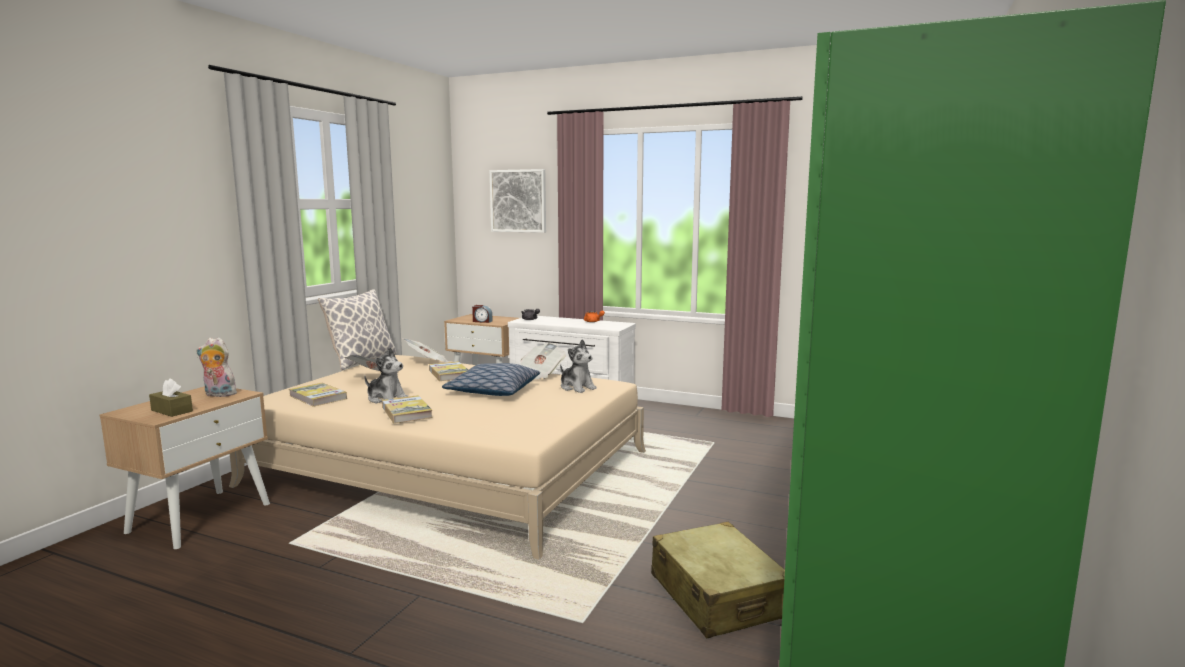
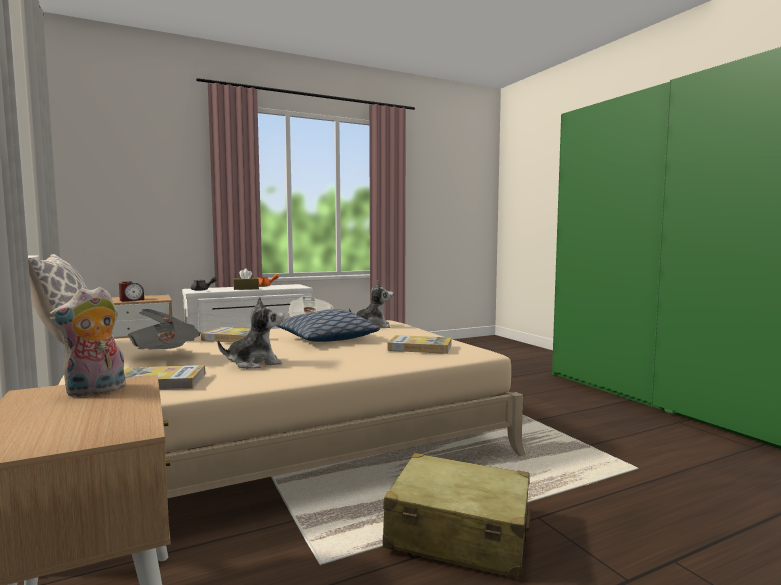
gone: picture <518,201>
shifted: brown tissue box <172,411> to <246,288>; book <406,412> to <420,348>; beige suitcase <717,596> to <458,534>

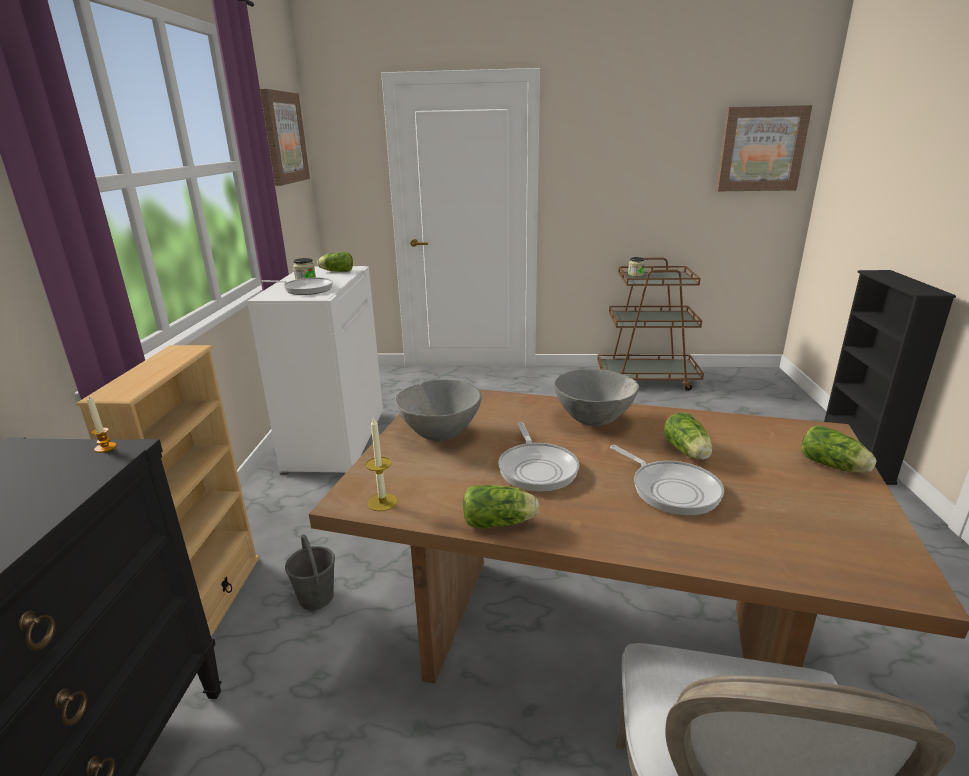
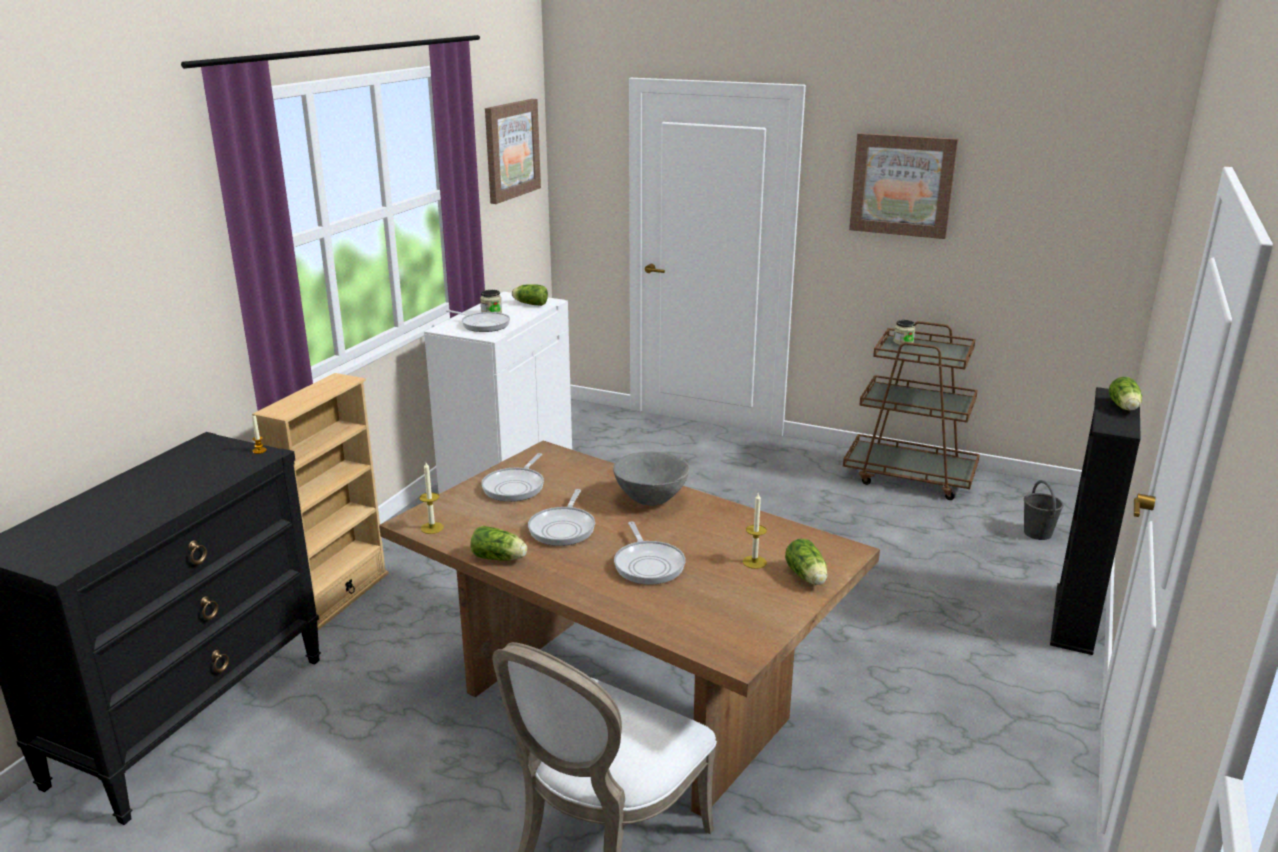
new: candle <754,562>
shifted: grey bucket <316,598> to <1038,533>; lettuce <687,452> to <1124,408>; picture <761,149> to <902,185>
swapped: grey bowl <440,434> to frying pan <515,487>

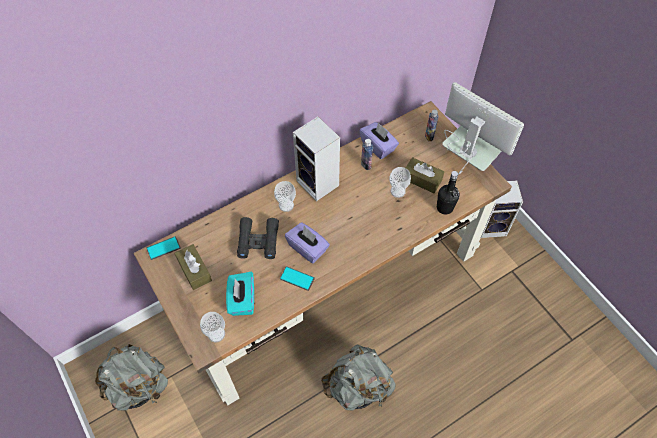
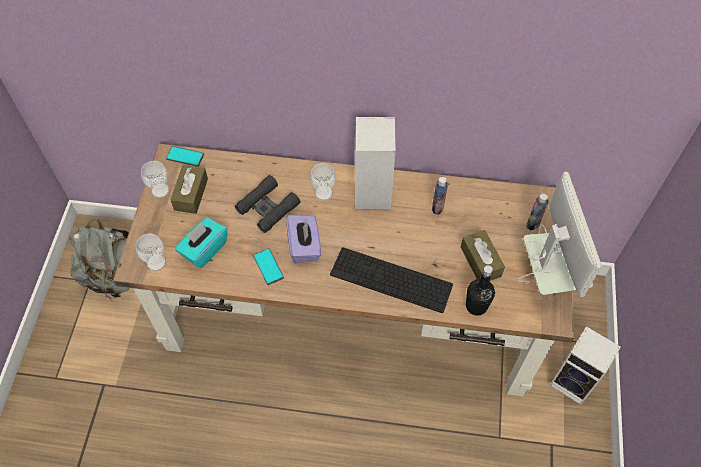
gone: grey backpack <358,387>; purple tissue box <378,146>
new: keyboard <391,279>
shifted: cup <398,191> to <160,190>

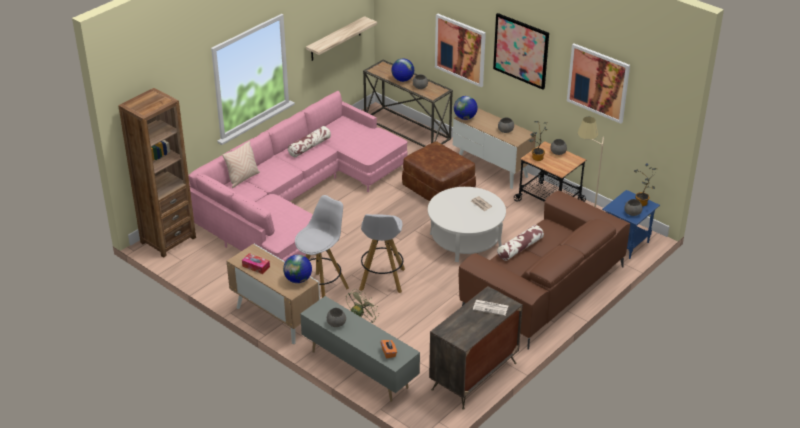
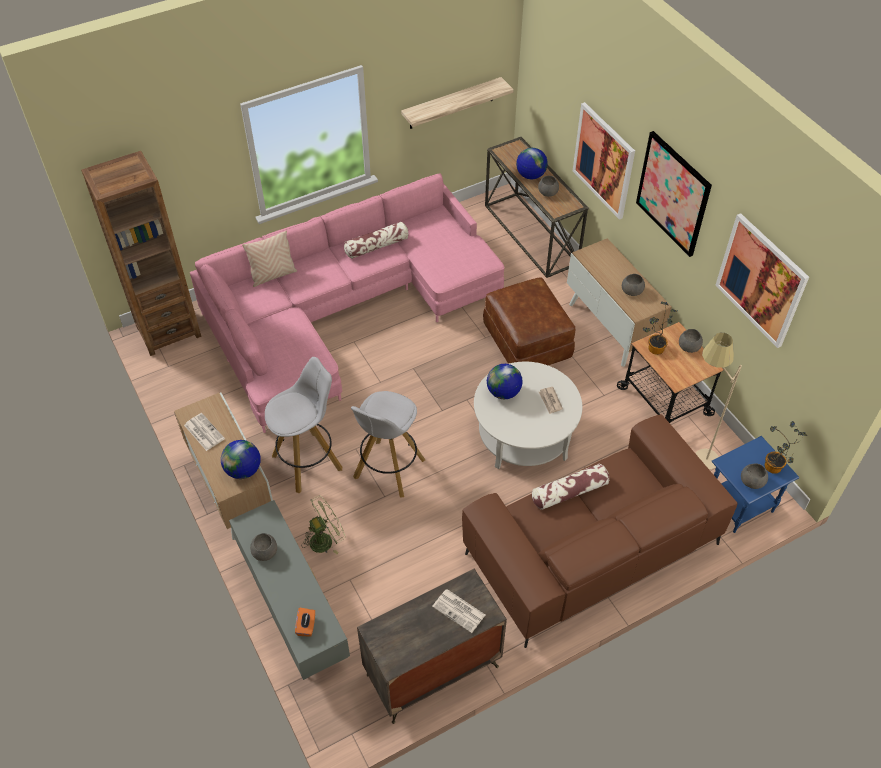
shifted: globe <465,118> to <503,392>
swapped: tissue box <256,266> to newspaper <203,432>

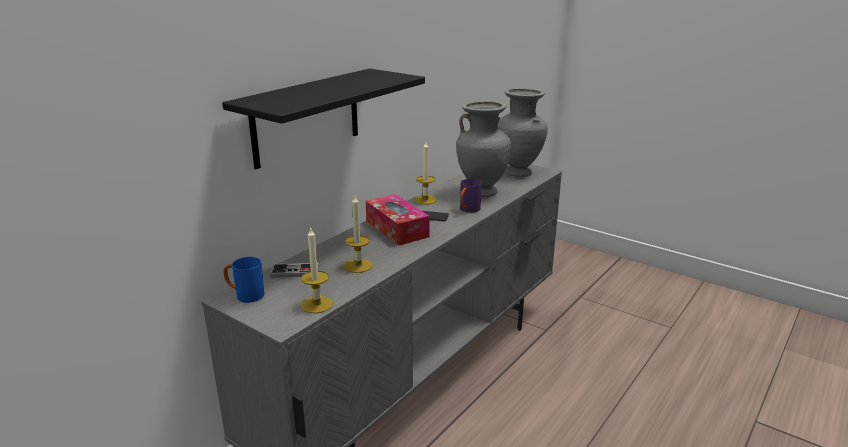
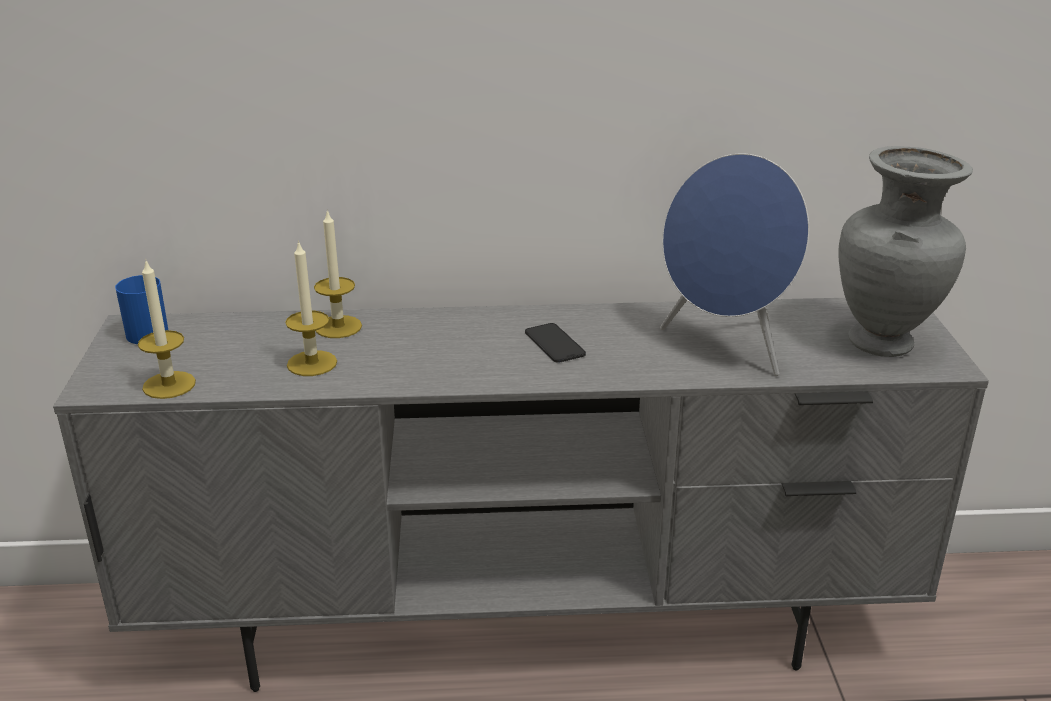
gone: black shelf <306,117>; game controller <295,272>; tissue box <397,229>; purple mug <468,210>
shifted: candle <425,200> to <338,327>
swapped: grey vase <482,192> to blue speaker <726,346>

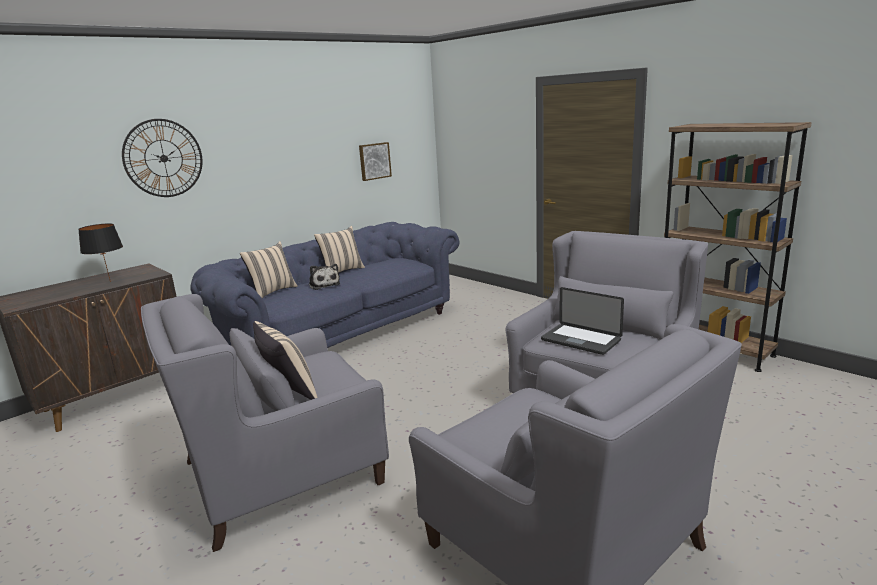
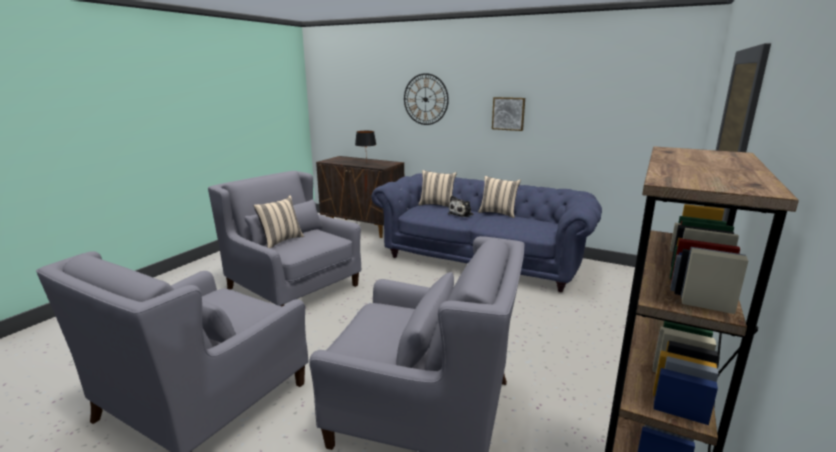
gone: laptop <580,340>
shifted: picture <374,161> to <508,113>

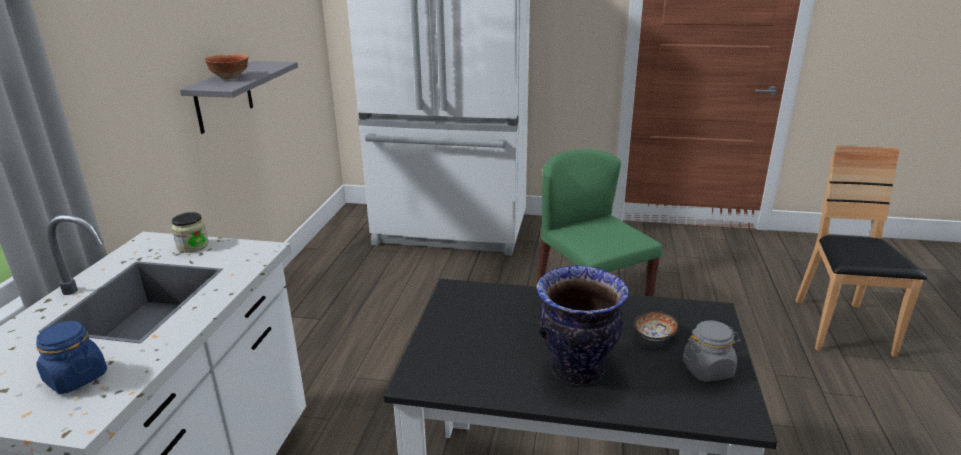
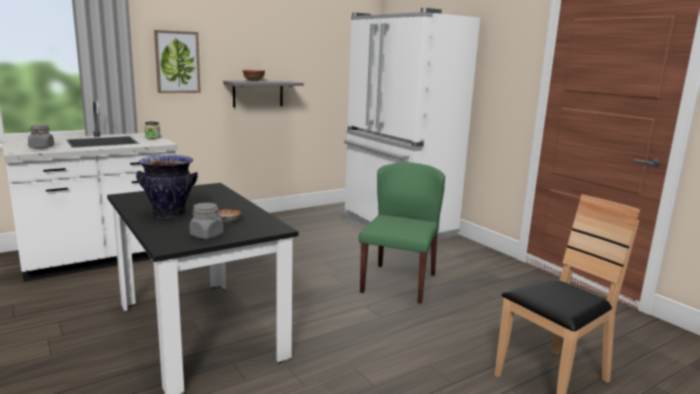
new: picture <177,62>
repainted: blue jar <76,378> to grey jar <41,147>

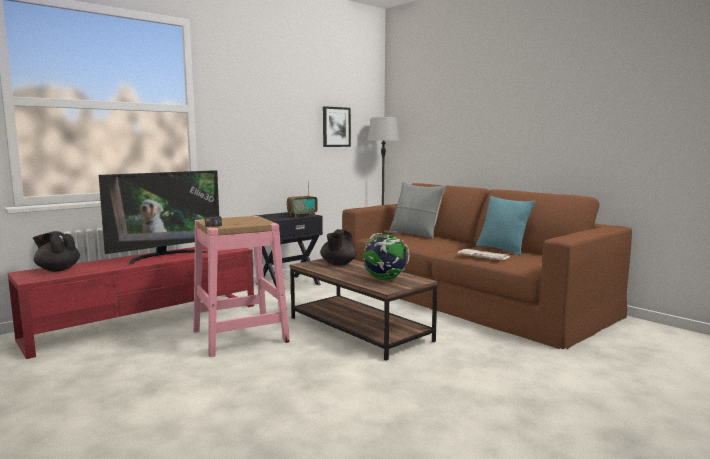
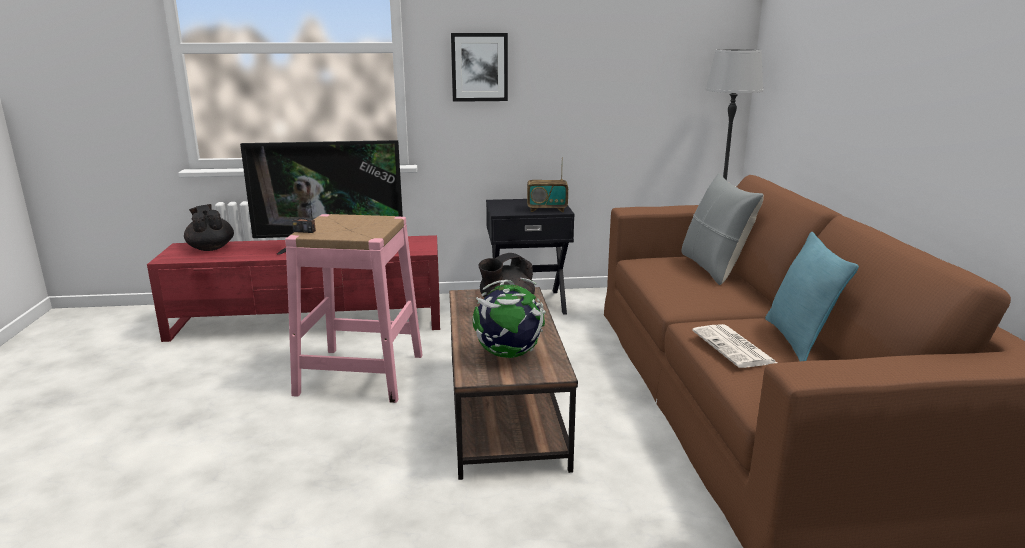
shifted: picture <336,127> to <479,67>

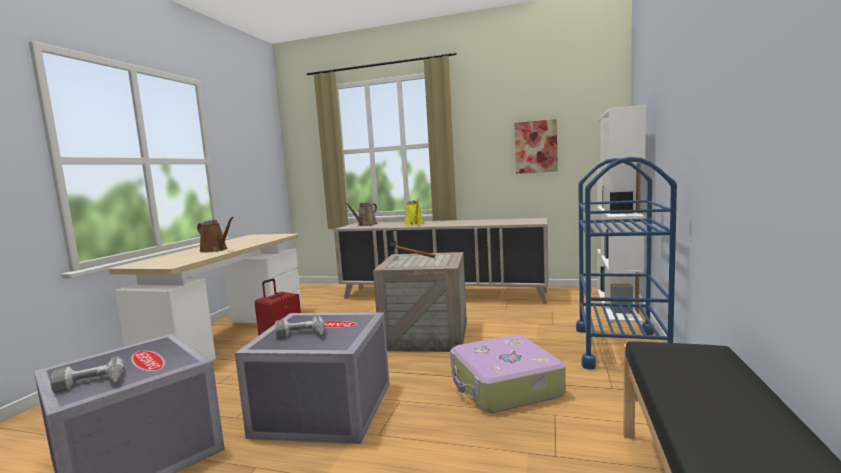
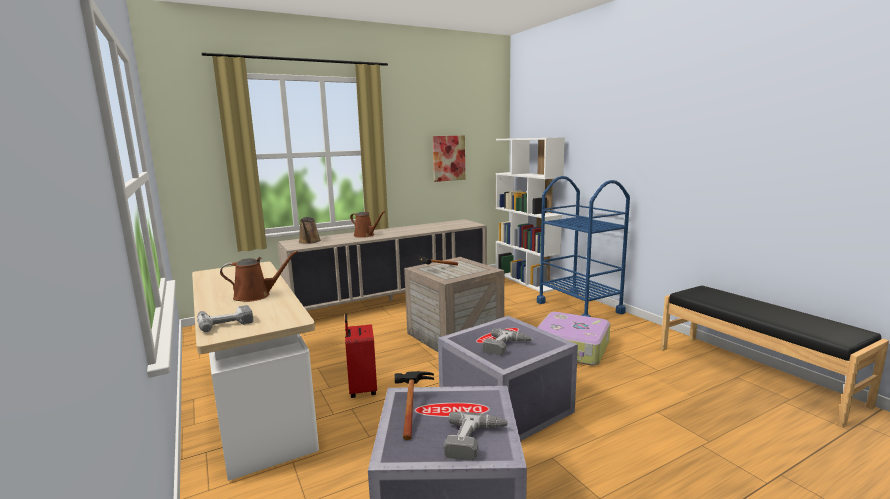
new: power drill <224,322>; hammer <411,409>
repainted: yellow watering can <414,224> to brown watering can <365,235>

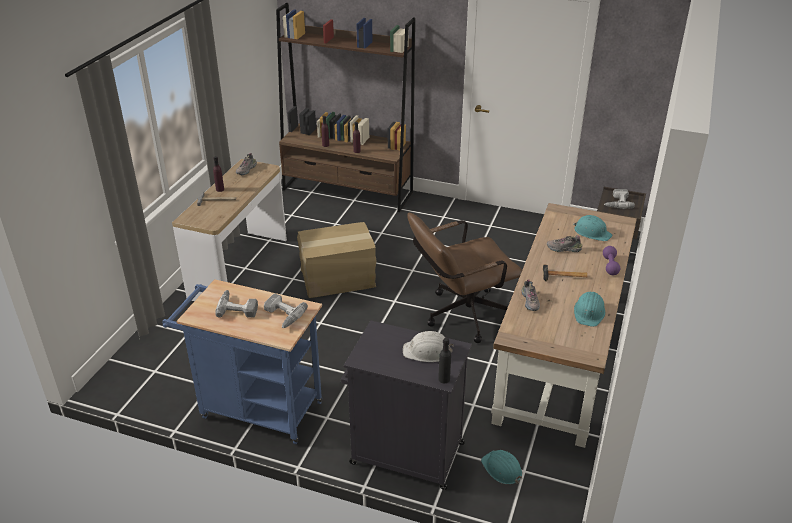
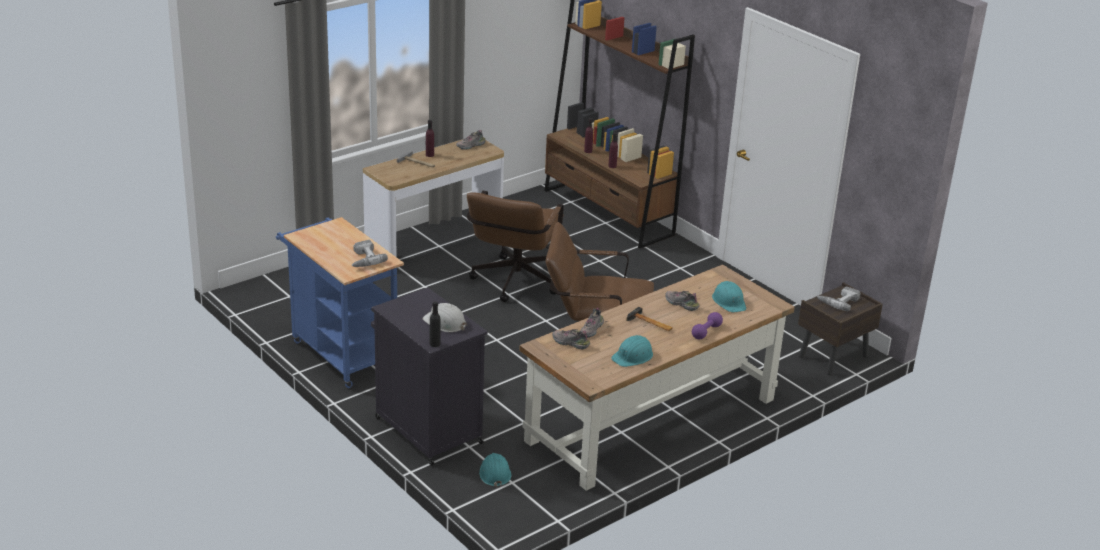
gone: power drill <238,307>
new: shoe <569,343>
swapped: cardboard box <338,279> to brown office chair <513,284>

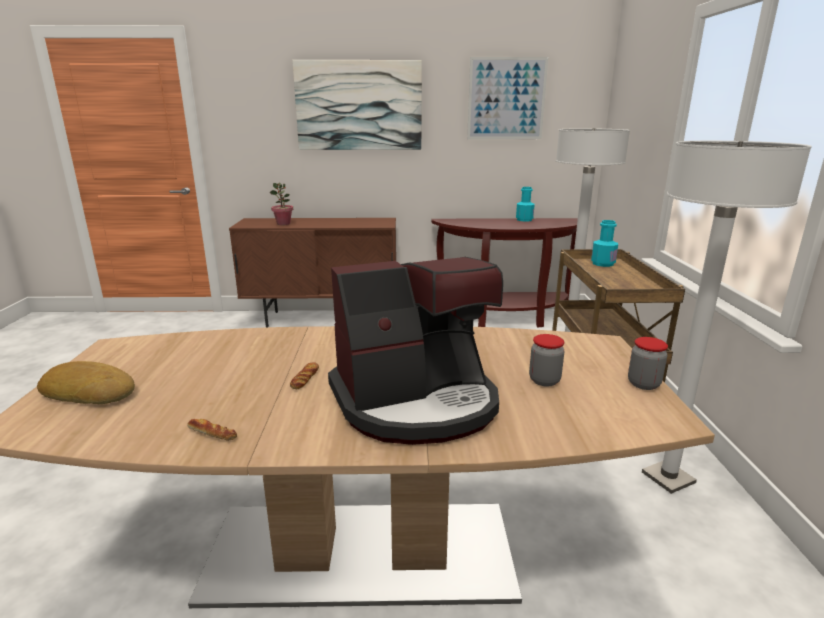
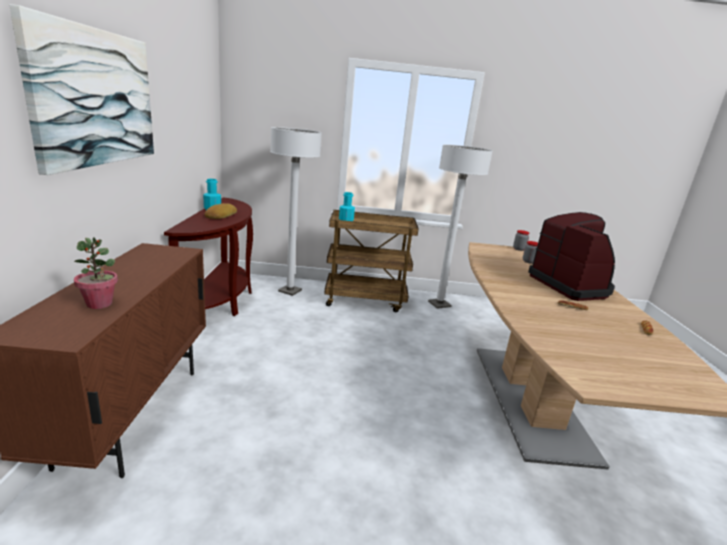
gone: picture <506,99>
shifted: bread <90,391> to <220,215>

